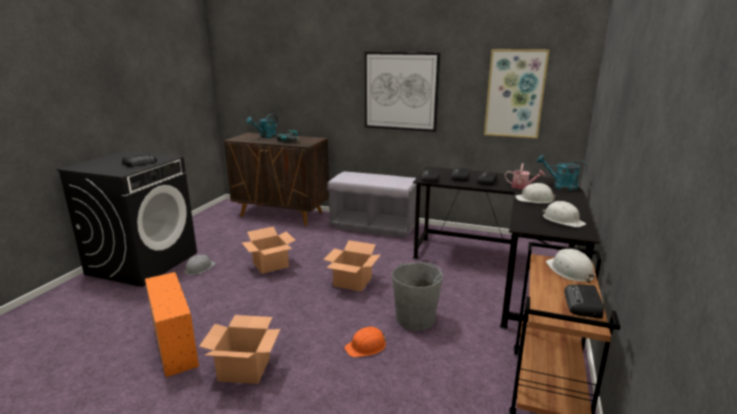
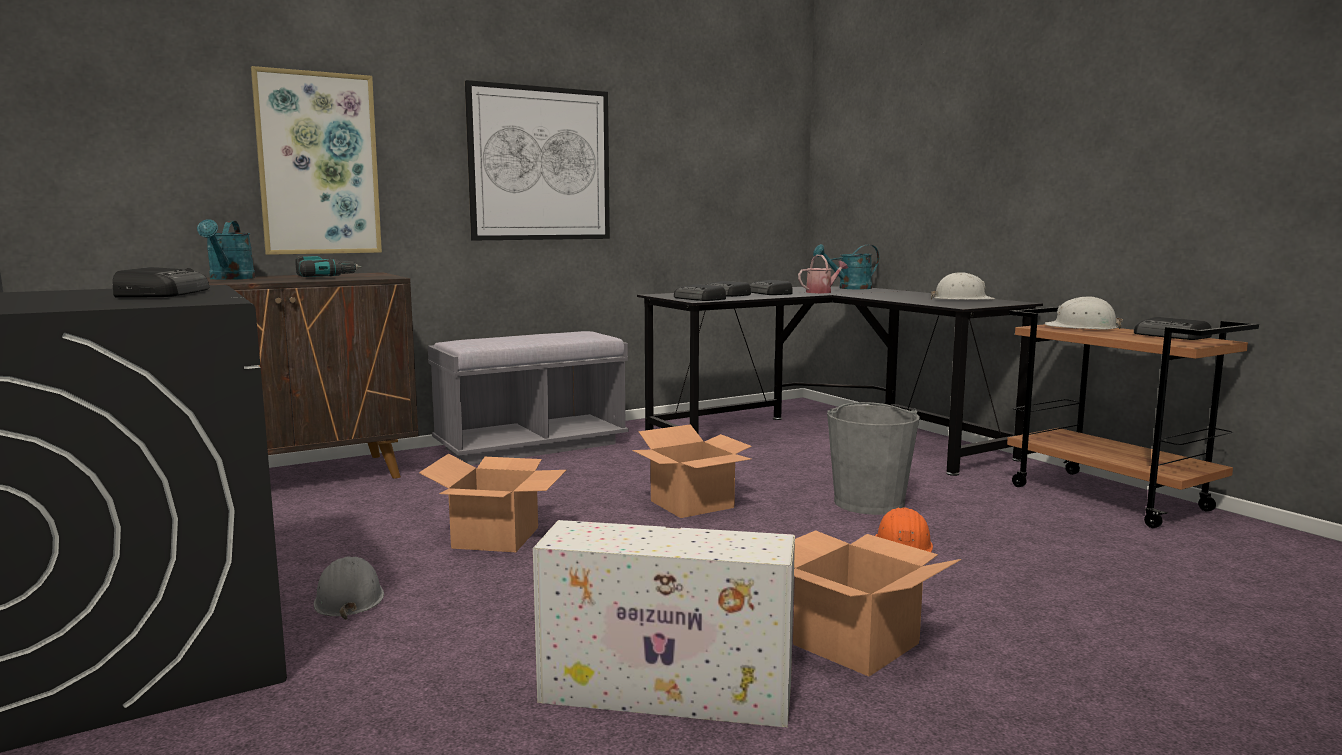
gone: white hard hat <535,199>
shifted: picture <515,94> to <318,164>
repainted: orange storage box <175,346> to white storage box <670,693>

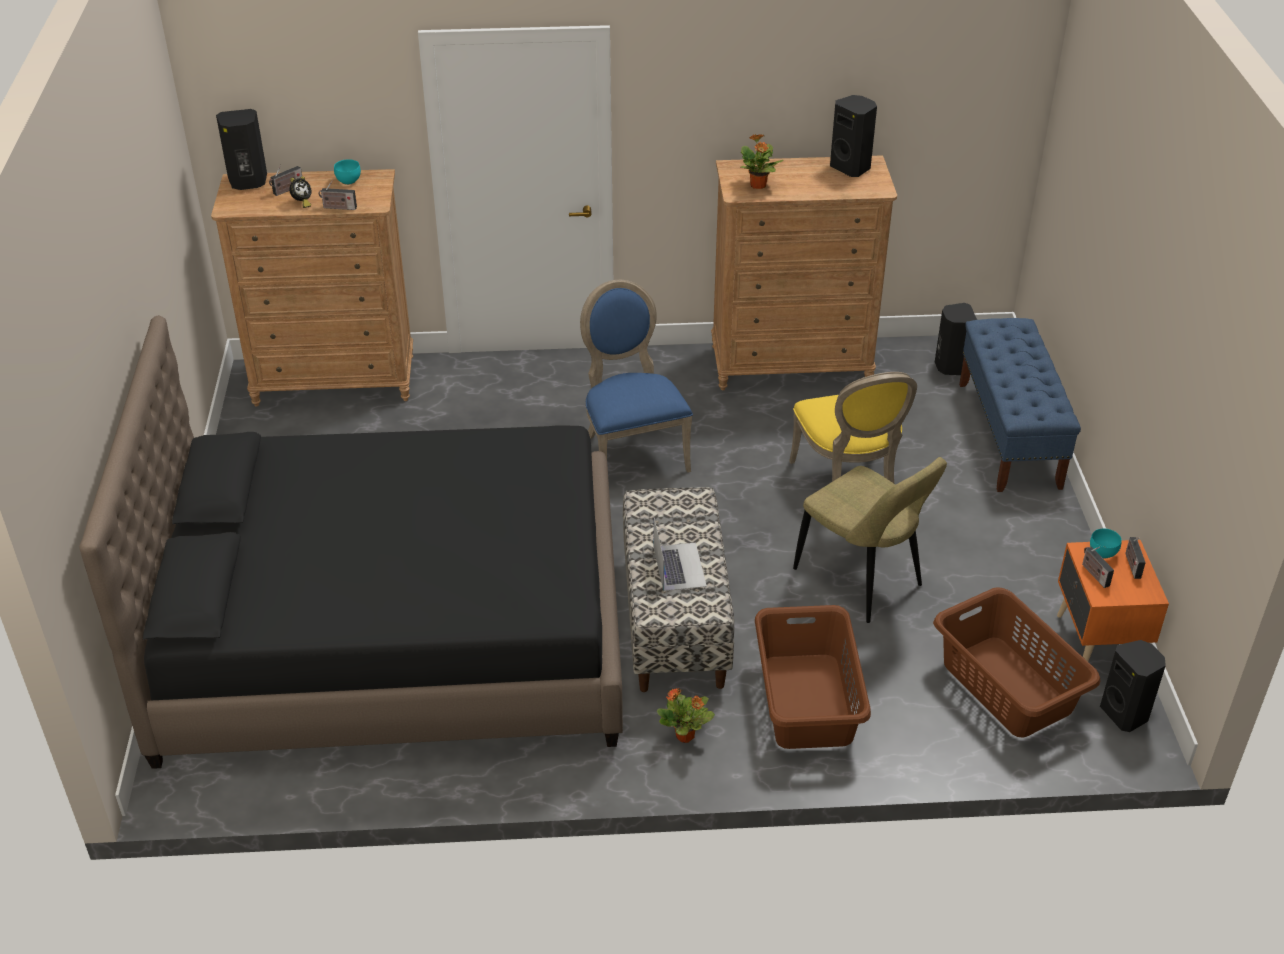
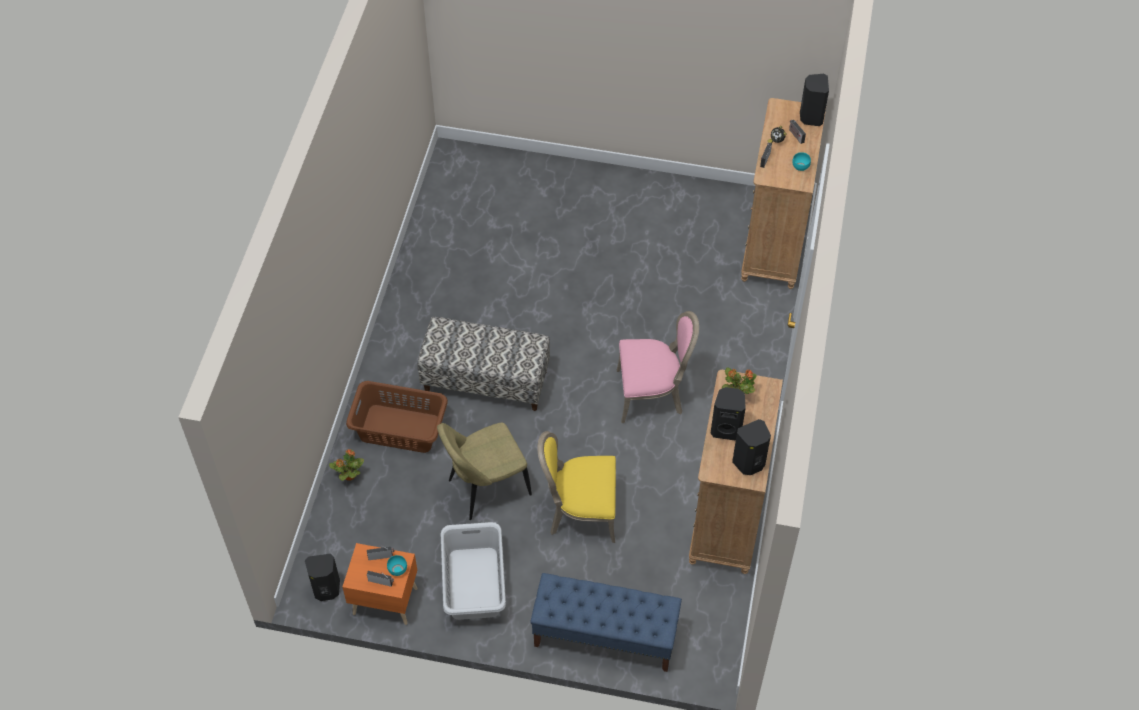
gone: black bed <395,632>; laptop <679,566>; brown laundry basket <1007,687>
new: grey laundry basket <475,583>
shifted: potted plant <685,736> to <349,476>; black speaker <950,366> to <726,429>
repainted: blue chair <631,451> to pink chair <652,394>

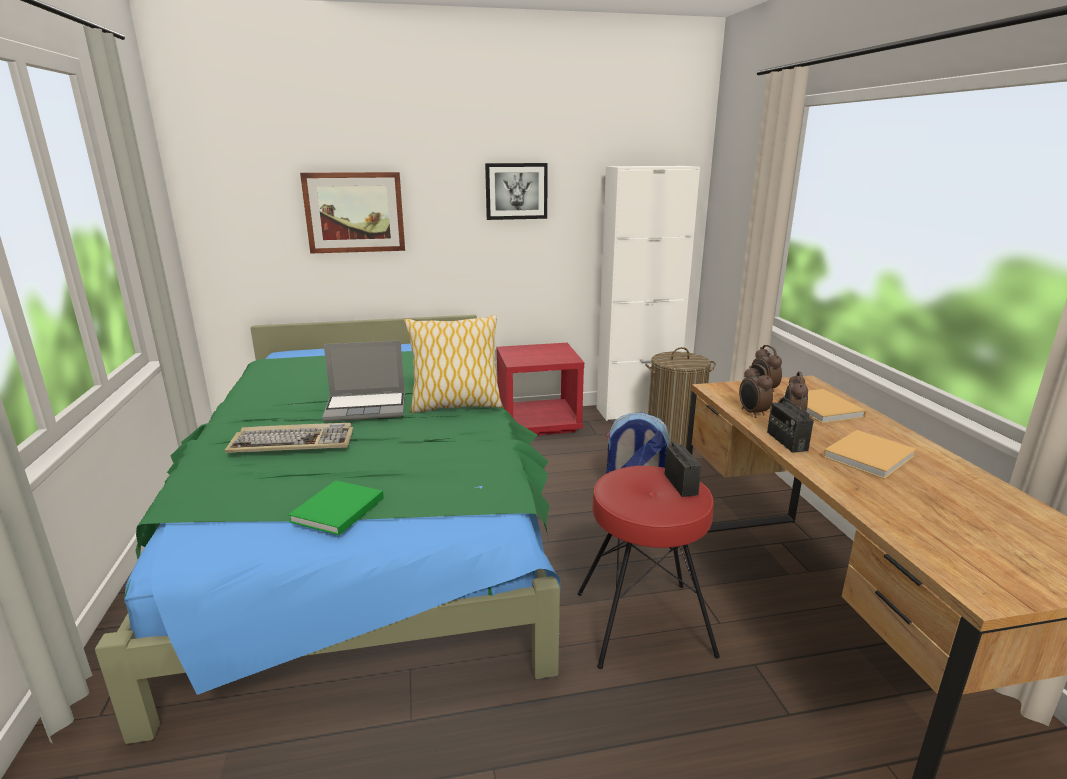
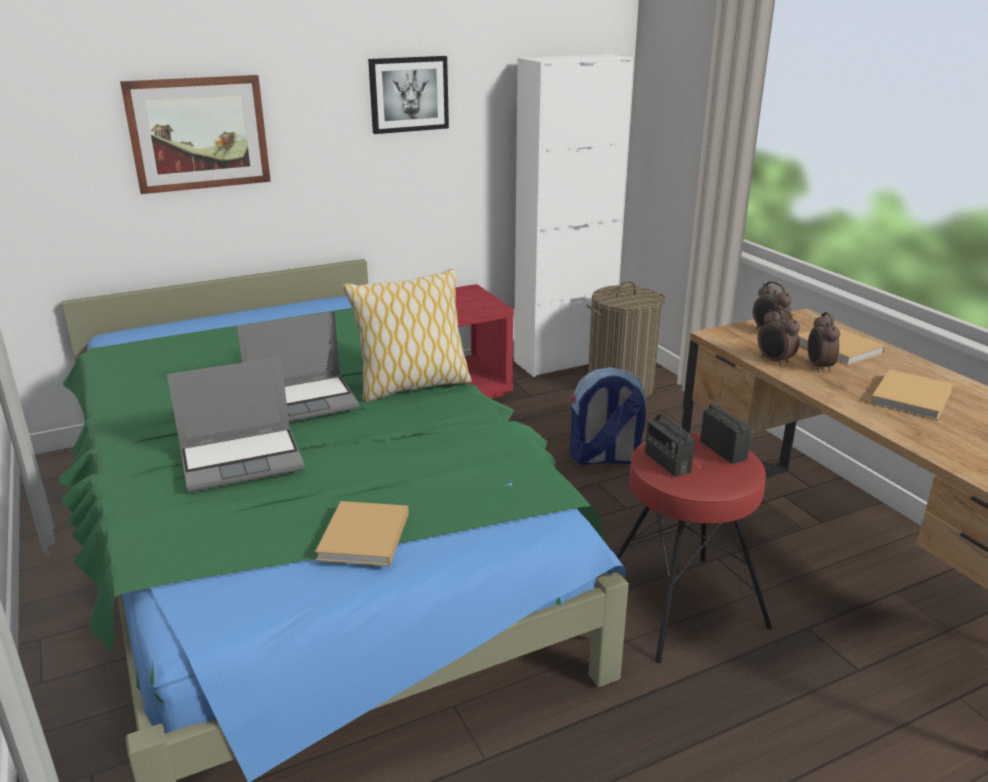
shifted: radio <786,441> to <667,462>
swapped: keyboard <294,442> to laptop <243,460>
repainted: green book <336,511> to beige book <363,538>

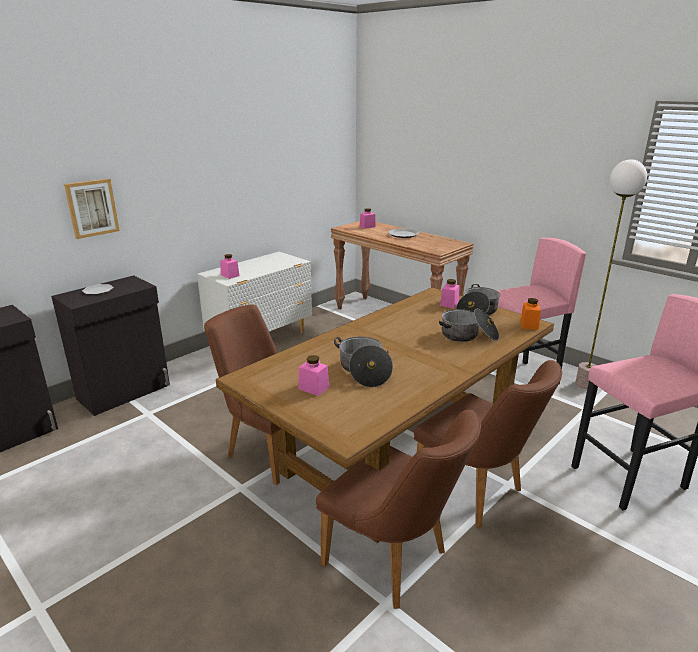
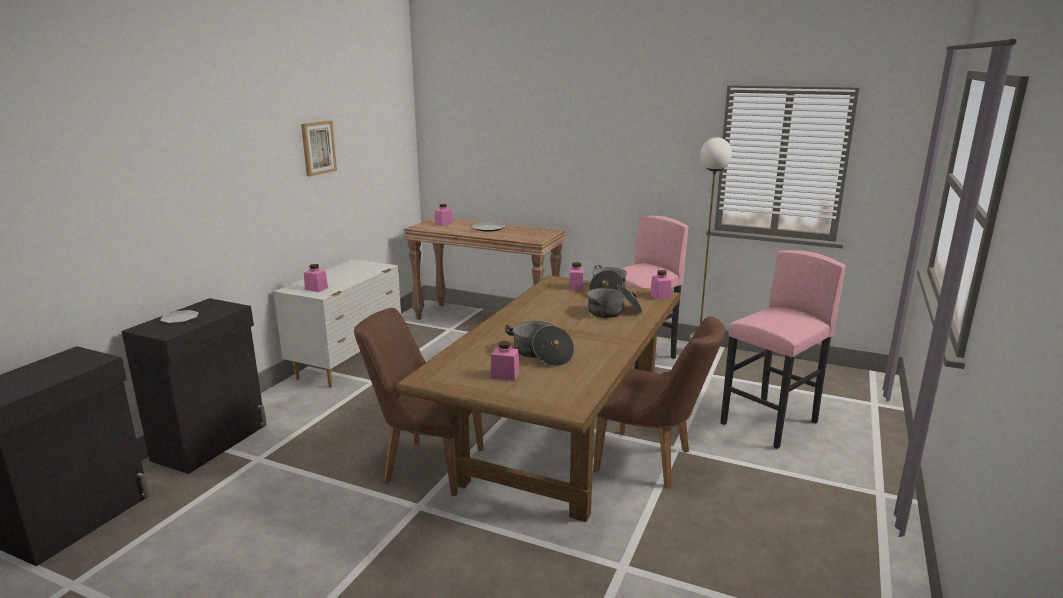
gone: brown chair <395,562>
shifted: picture <92,208> to <318,148>
repainted: orange jar <529,325> to pink jar <660,296>

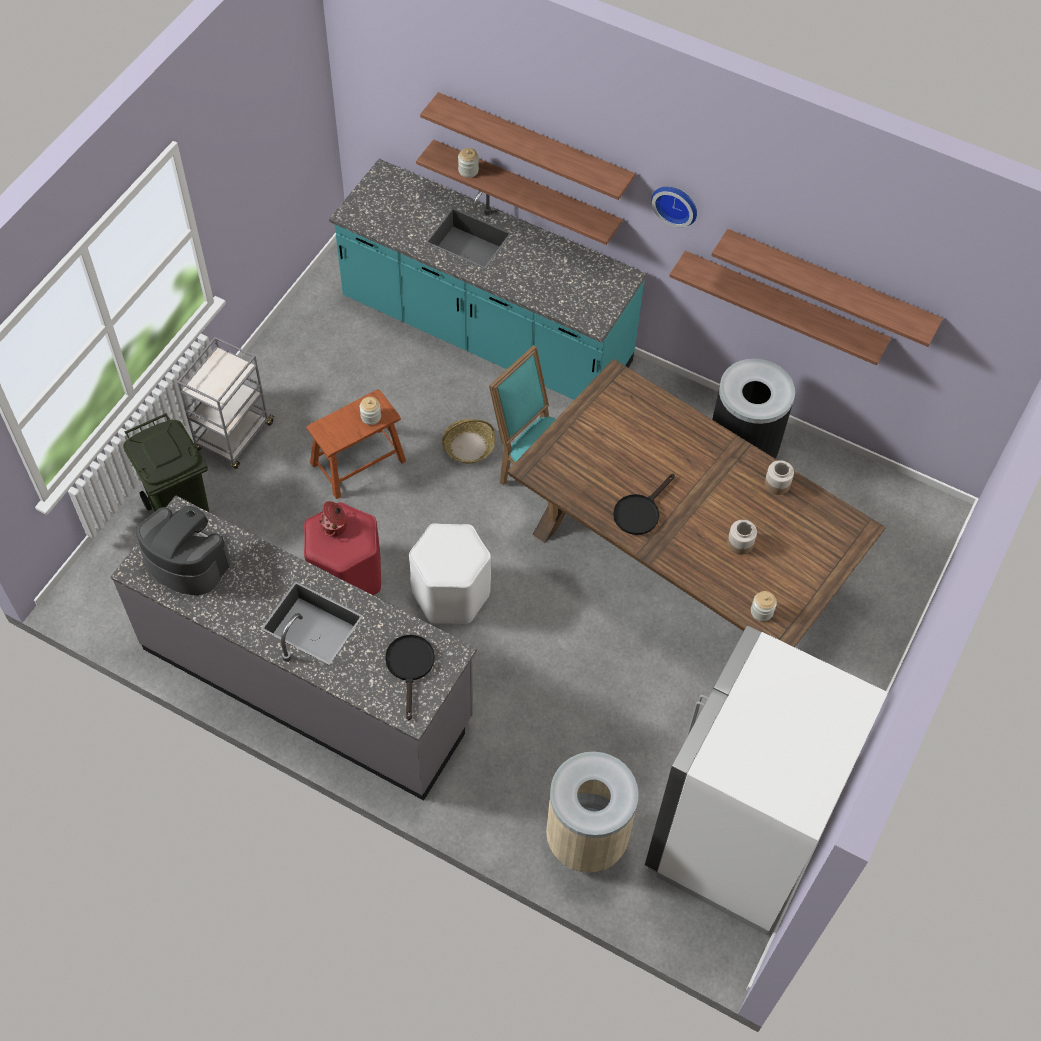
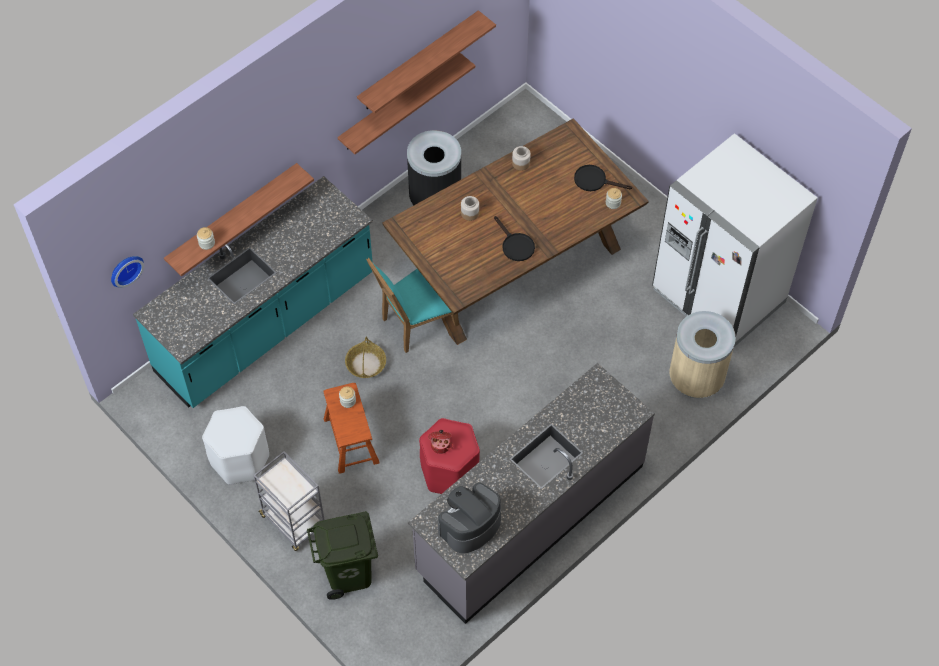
gone: shelf <534,146>
shifted: black frying pan <410,667> to <594,180>; white stool <451,594> to <240,460>; wall clock <676,203> to <125,269>; jar <740,543> to <470,213>

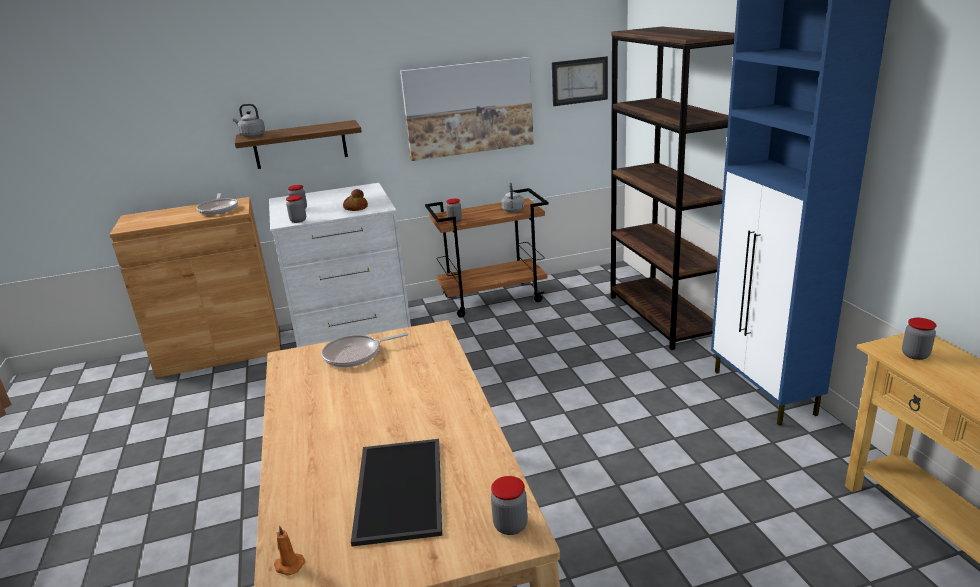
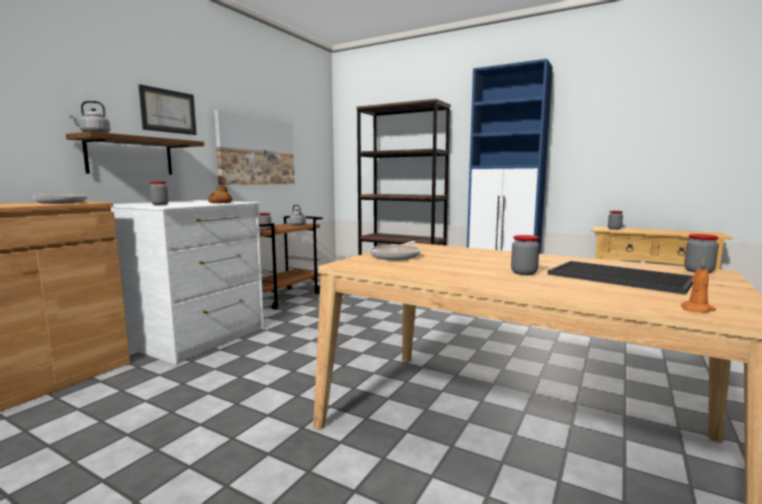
shifted: jar <298,220> to <524,273>; picture <579,81> to <168,111>

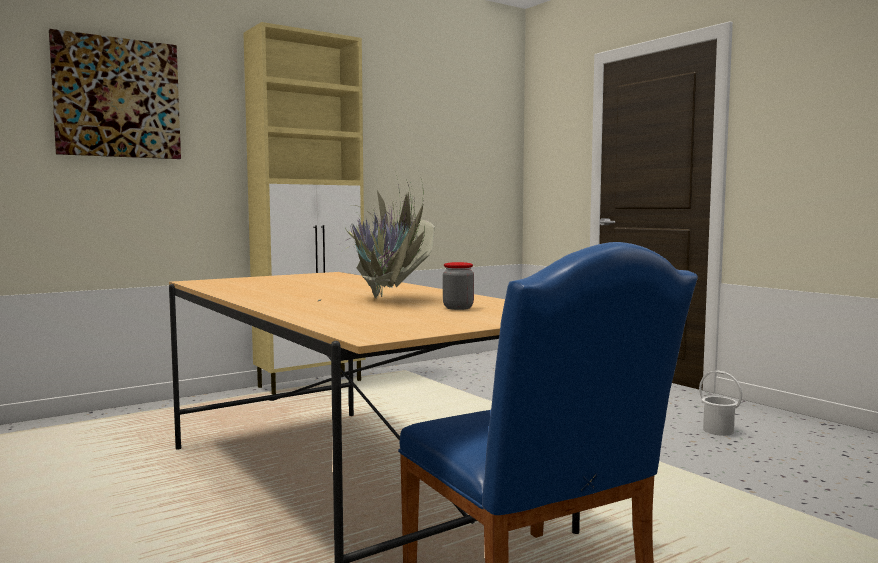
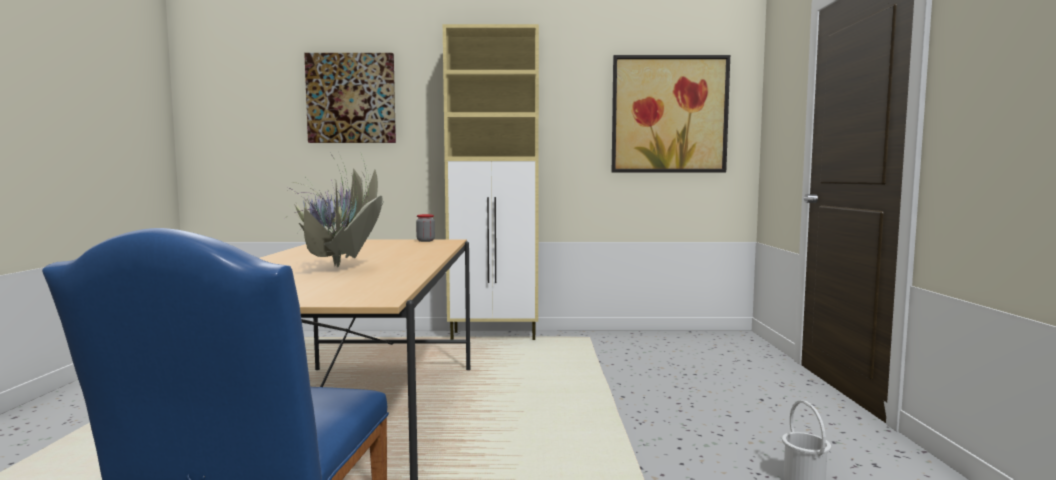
new: picture <669,115>
shifted: jar <458,308> to <425,241>

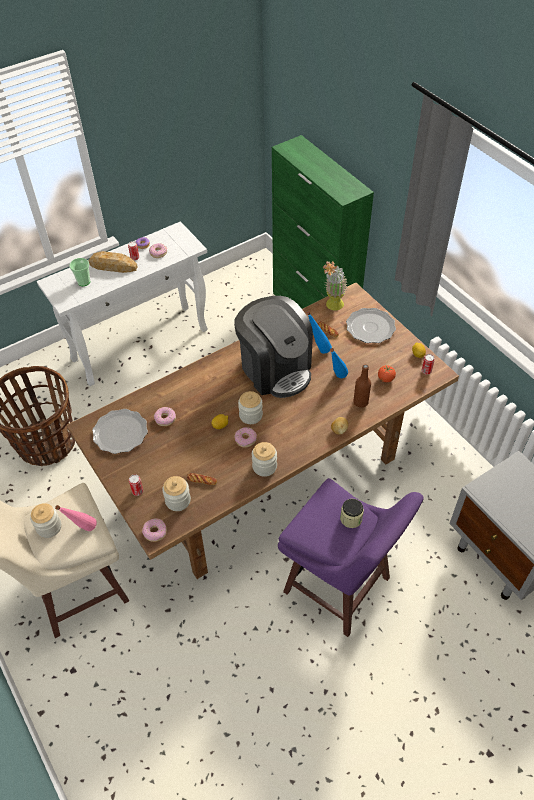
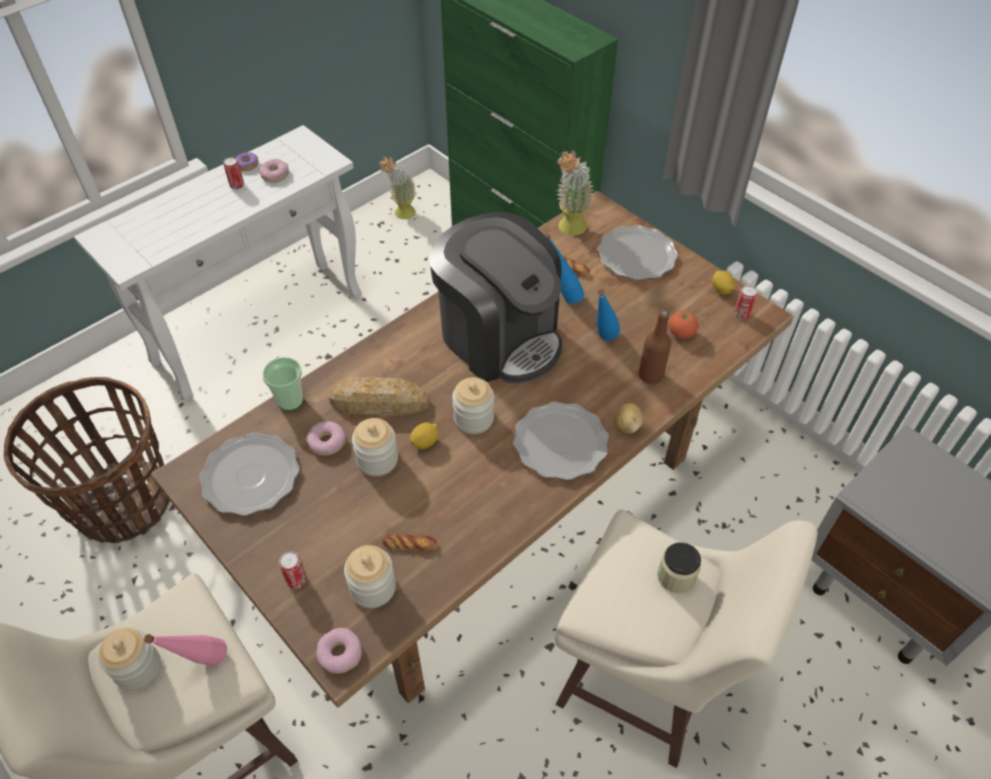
gone: donut <245,439>
new: potted plant <401,216>; plate <561,443>
shifted: cup <84,282> to <290,401>; bread <113,266> to <379,402>; jar <264,466> to <377,459>
repainted: purple stool <339,587> to beige stool <644,683>

